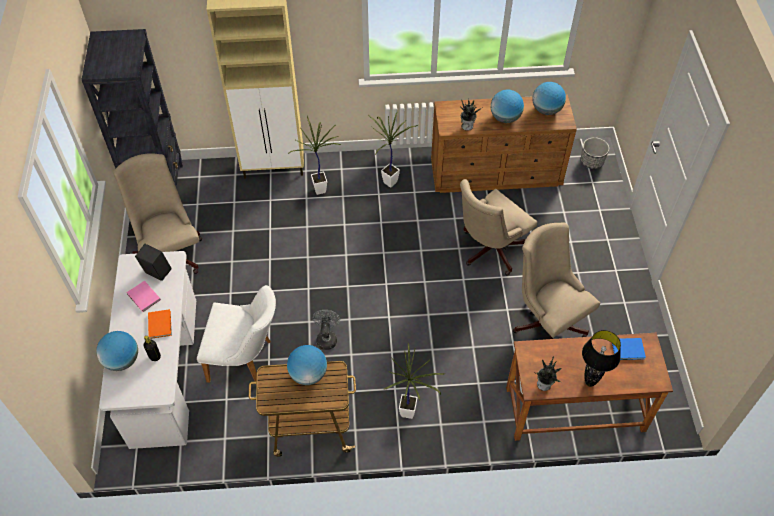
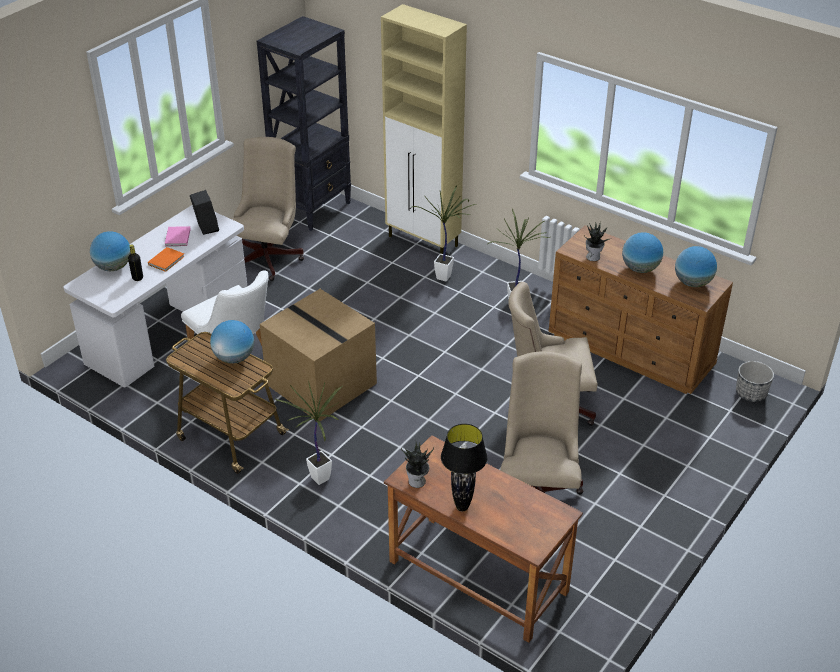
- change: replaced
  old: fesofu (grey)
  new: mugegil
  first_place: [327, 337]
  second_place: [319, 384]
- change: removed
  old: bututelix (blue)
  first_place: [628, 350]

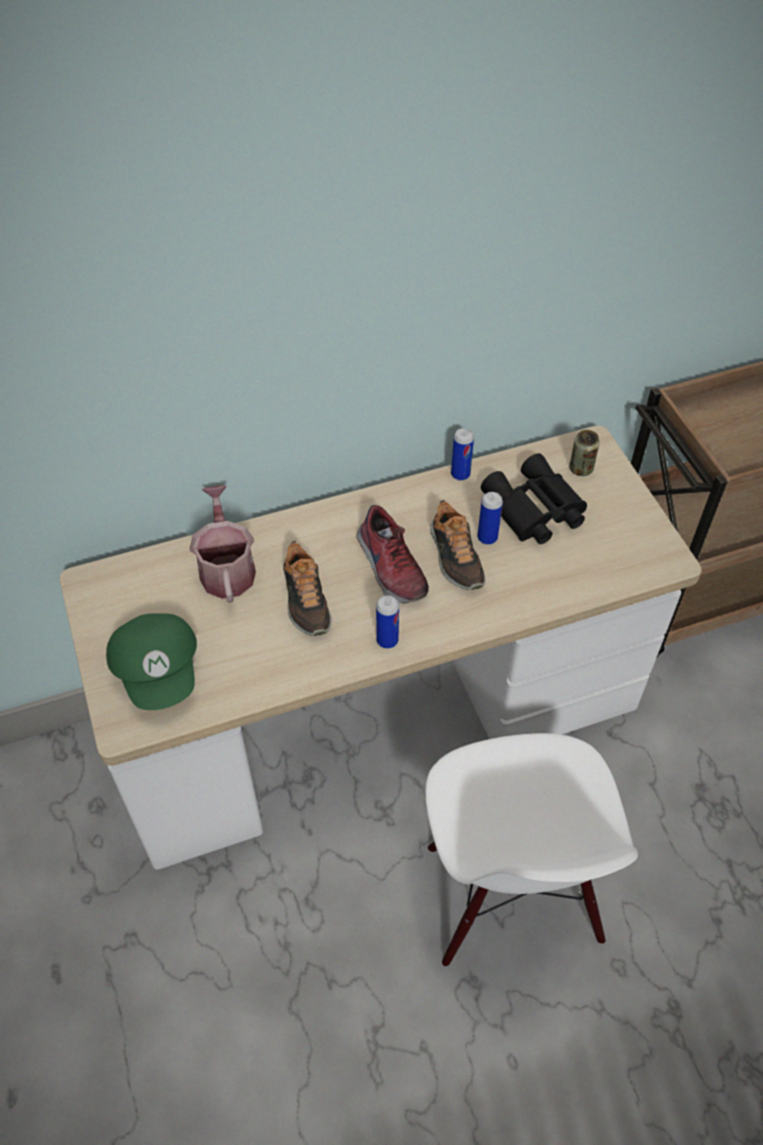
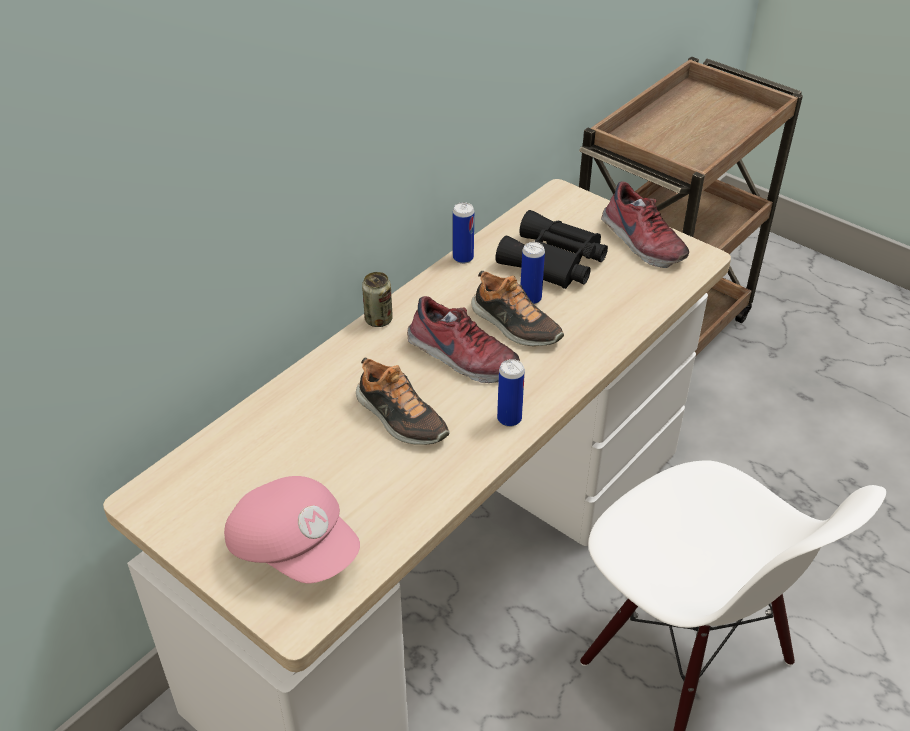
- change: moved
  old: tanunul
  first_place: [581, 469]
  second_place: [378, 320]
- change: removed
  old: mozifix
  first_place: [226, 568]
- change: recoloured
  old: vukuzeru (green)
  new: vukuzeru (pink)
  first_place: [159, 671]
  second_place: [295, 547]
- change: added
  new: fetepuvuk
  second_place: [640, 242]

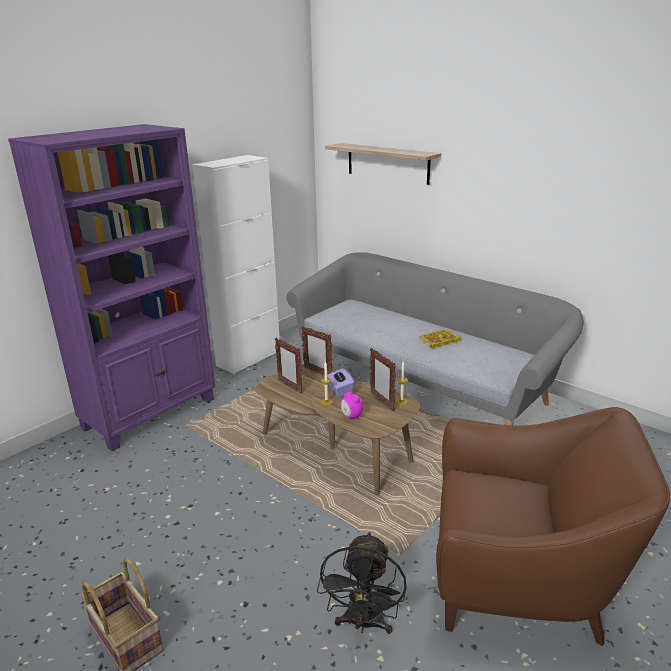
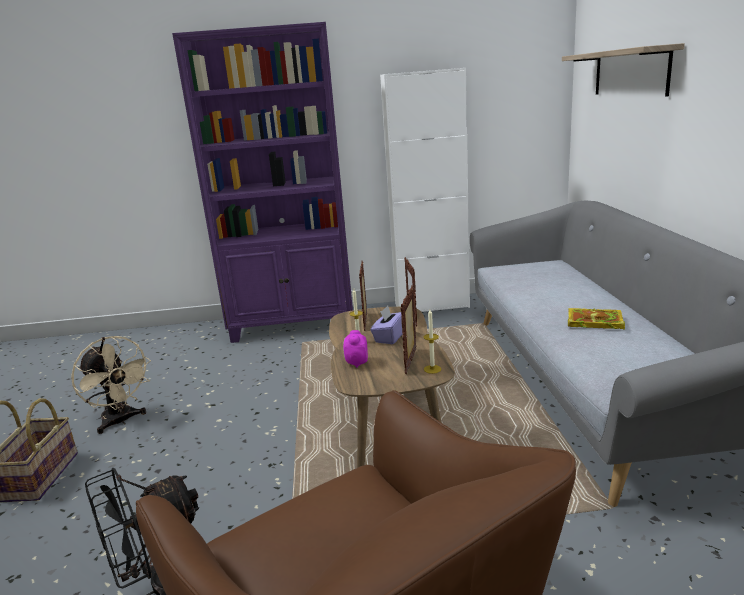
- change: added
  new: fesofu (beige)
  second_place: [121, 421]

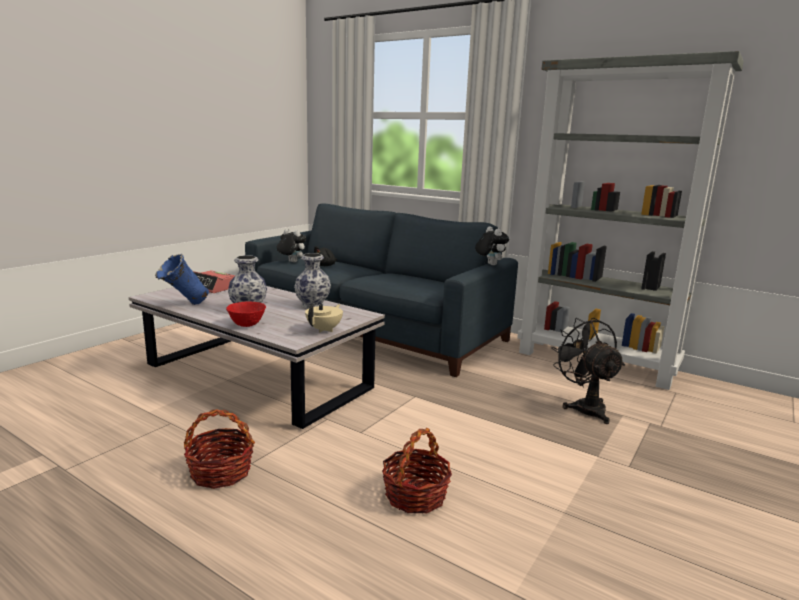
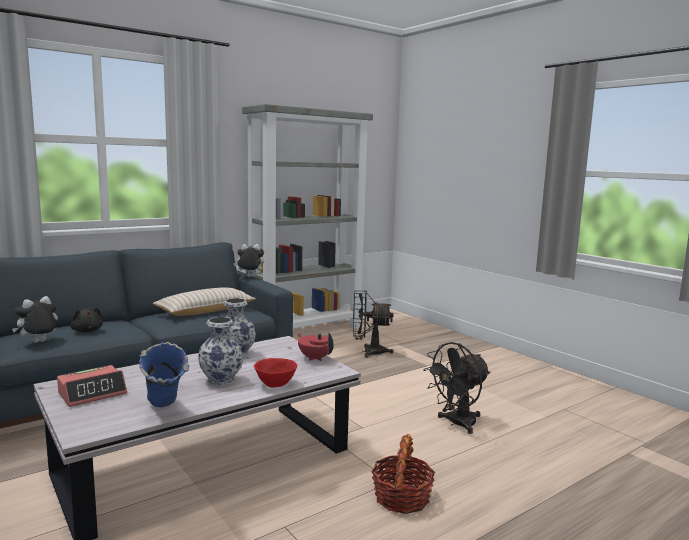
- change: recoloured
  old: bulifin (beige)
  new: bulifin (red)
  first_place: [324, 330]
  second_place: [315, 358]
- change: replaced
  old: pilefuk
  new: fesofu (black)
  first_place: [415, 496]
  second_place: [456, 423]
- change: added
  new: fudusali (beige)
  second_place: [205, 311]

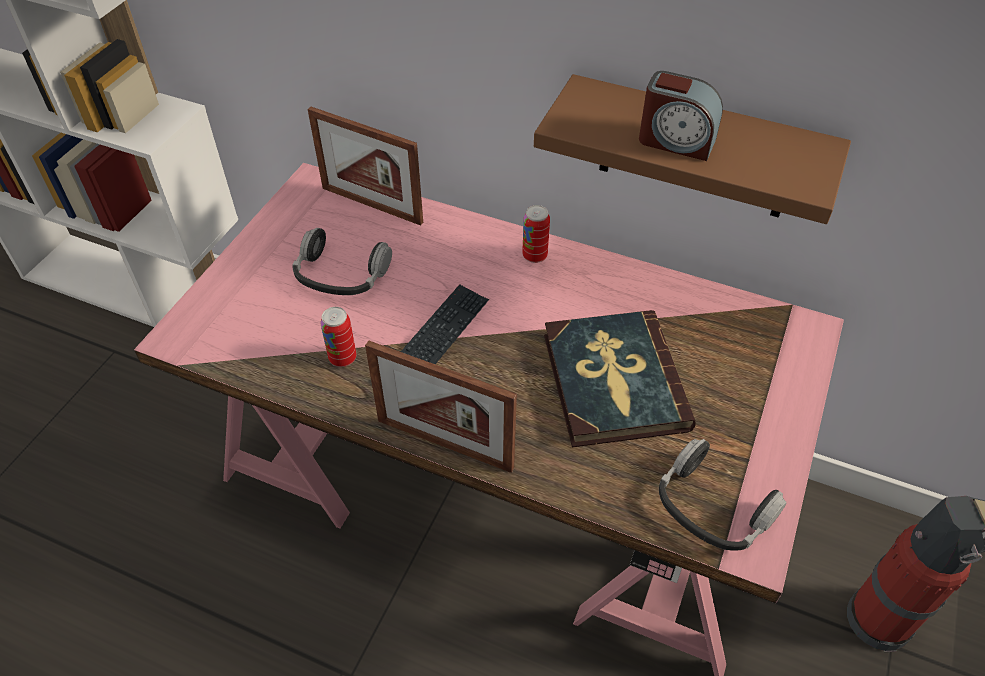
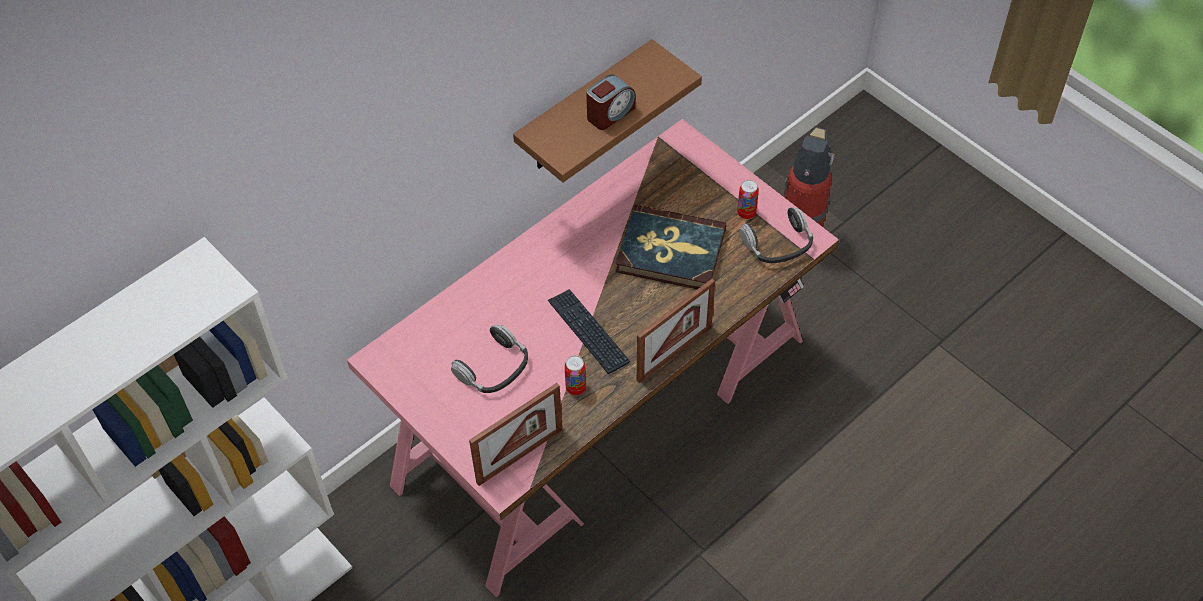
- change: moved
  old: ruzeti
  first_place: [372, 205]
  second_place: [519, 456]
- change: moved
  old: tanunul
  first_place: [534, 256]
  second_place: [746, 213]

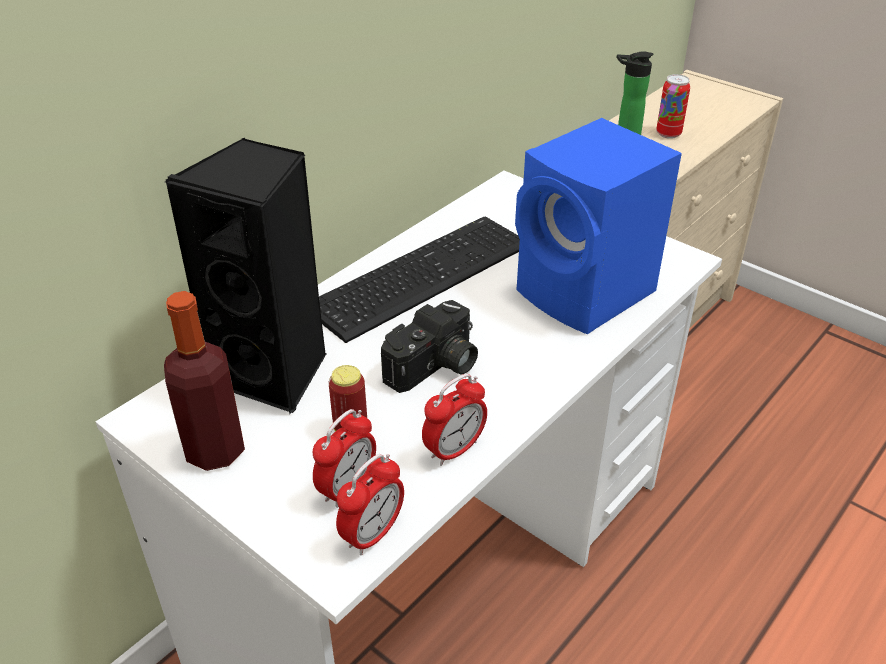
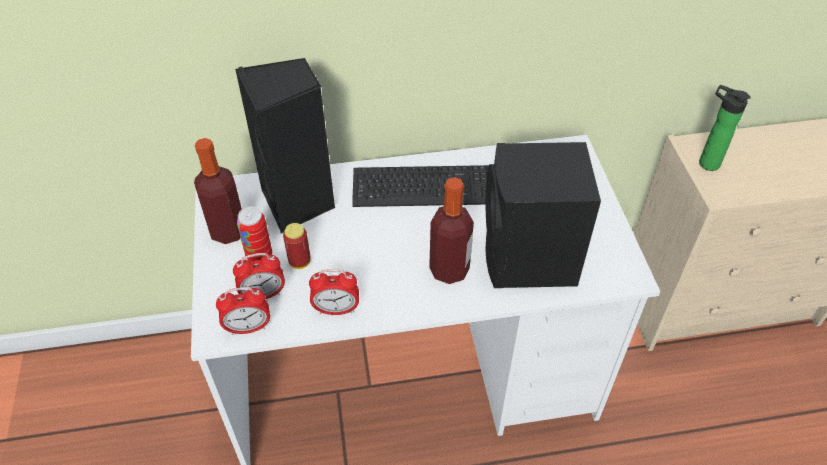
- change: moved
  old: tanunul
  first_place: [668, 134]
  second_place: [259, 256]
- change: recoloured
  old: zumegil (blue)
  new: zumegil (black)
  first_place: [588, 294]
  second_place: [529, 261]
- change: removed
  old: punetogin
  first_place: [435, 368]
- change: added
  new: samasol
  second_place: [449, 270]

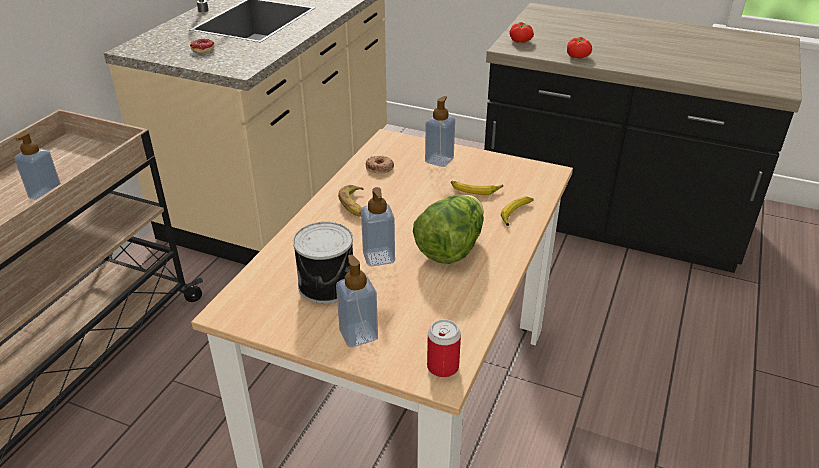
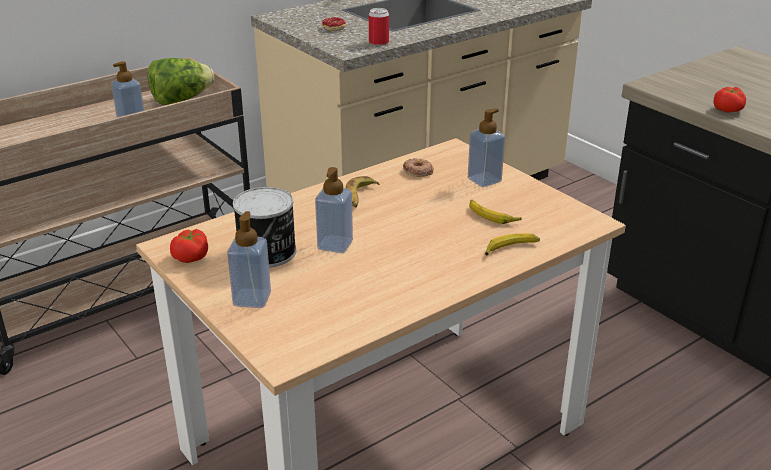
- change: moved
  old: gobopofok
  first_place: [520, 40]
  second_place: [192, 257]
- change: moved
  old: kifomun
  first_place: [451, 248]
  second_place: [181, 100]
- change: moved
  old: tanunul
  first_place: [443, 367]
  second_place: [378, 43]

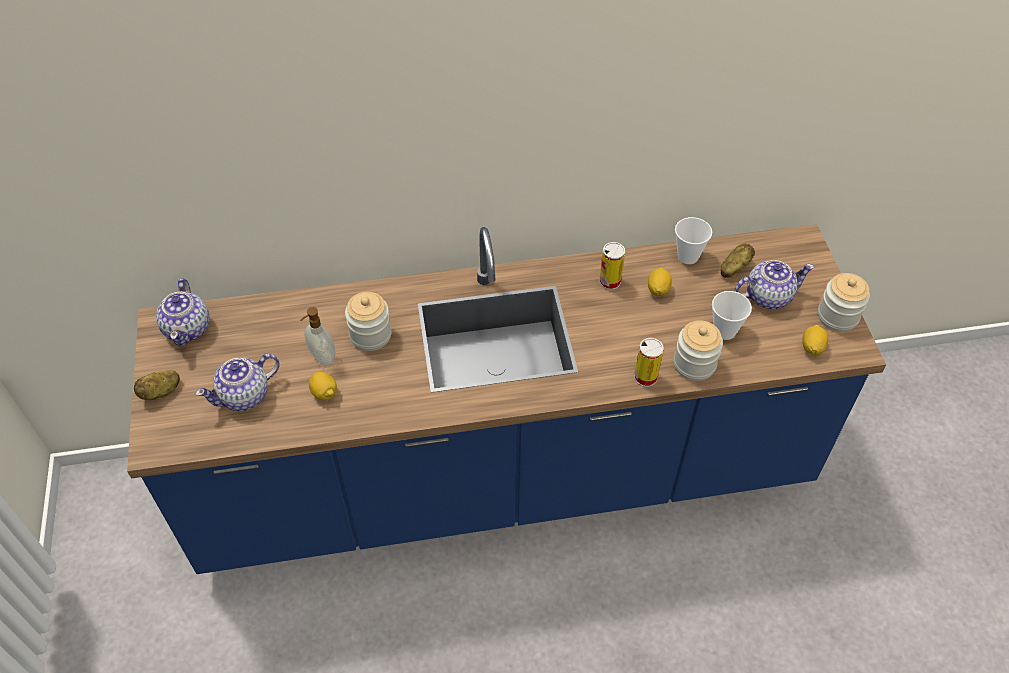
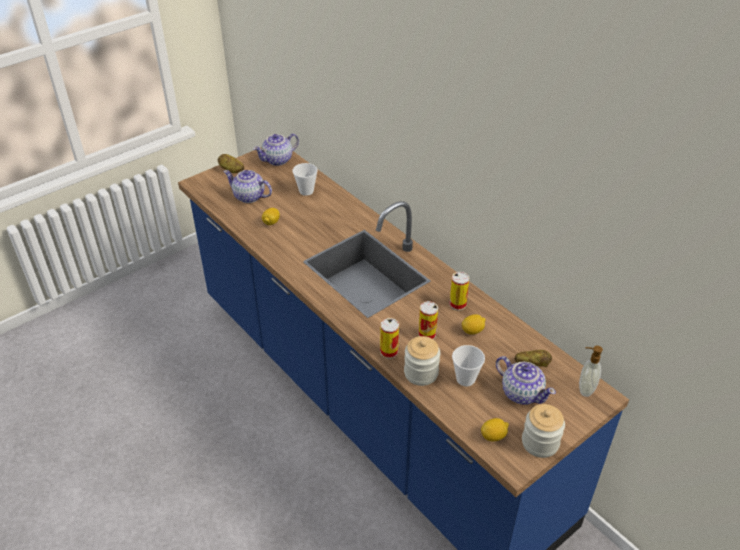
- change: moved
  old: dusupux
  first_place: [688, 256]
  second_place: [306, 191]
- change: removed
  old: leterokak
  first_place: [370, 335]
- change: moved
  old: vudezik
  first_place: [322, 357]
  second_place: [585, 389]
- change: added
  new: tanunul
  second_place: [427, 334]

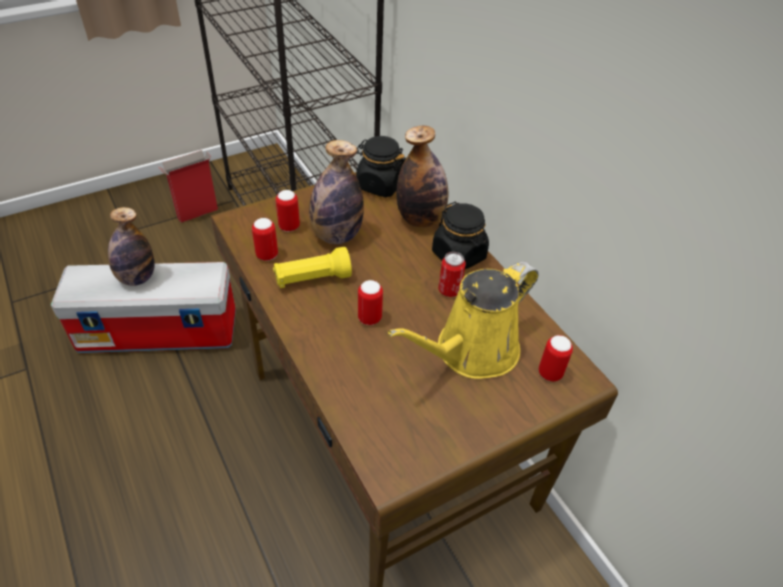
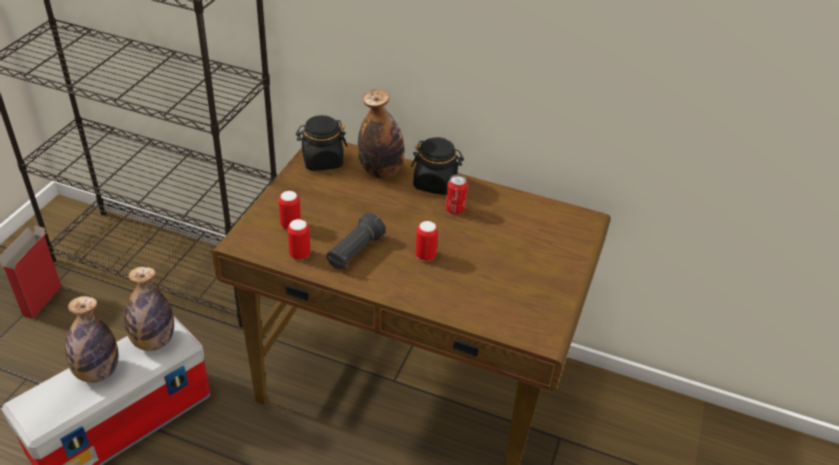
- change: moved
  old: samasol
  first_place: [336, 235]
  second_place: [153, 341]
- change: recoloured
  old: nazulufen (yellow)
  new: nazulufen (black)
  first_place: [312, 279]
  second_place: [354, 252]
- change: removed
  old: mozifix (yellow)
  first_place: [471, 352]
- change: removed
  old: tanunul
  first_place: [550, 373]

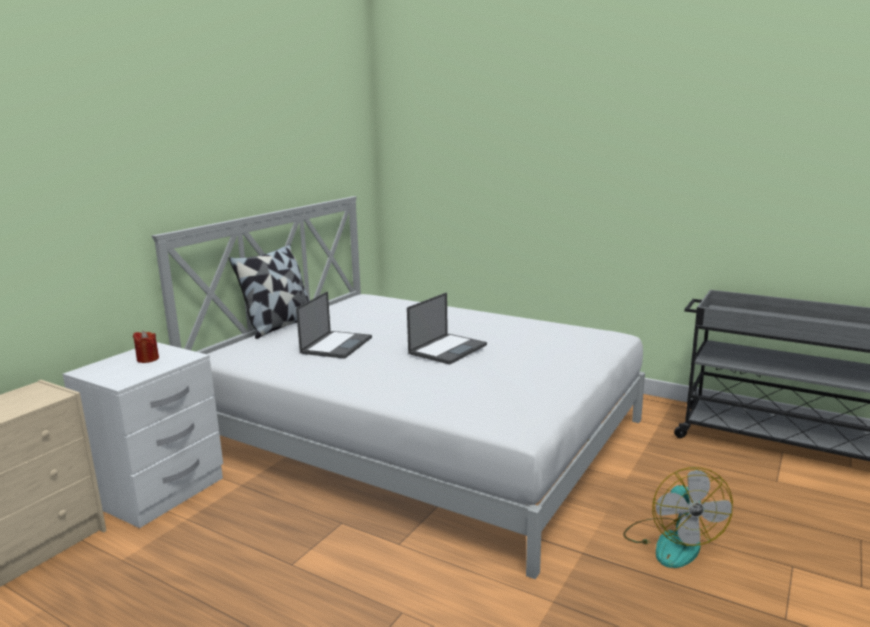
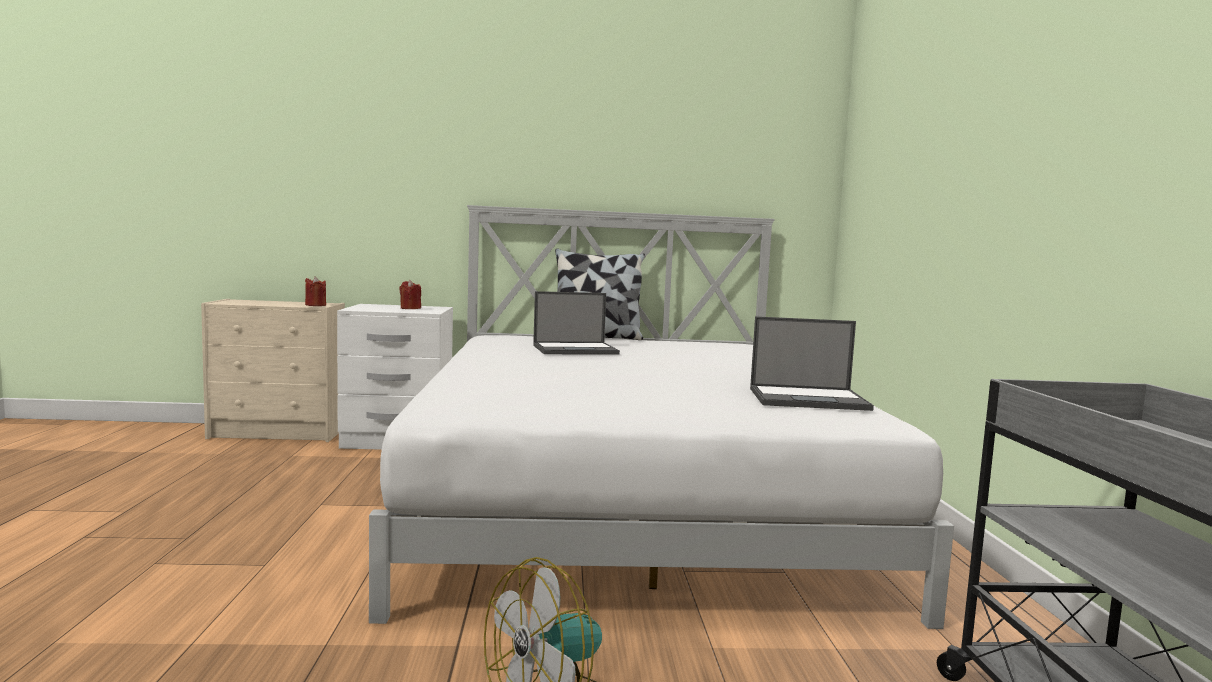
- change: moved
  old: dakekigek
  first_place: [448, 349]
  second_place: [809, 399]
- change: added
  new: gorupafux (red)
  second_place: [315, 305]

